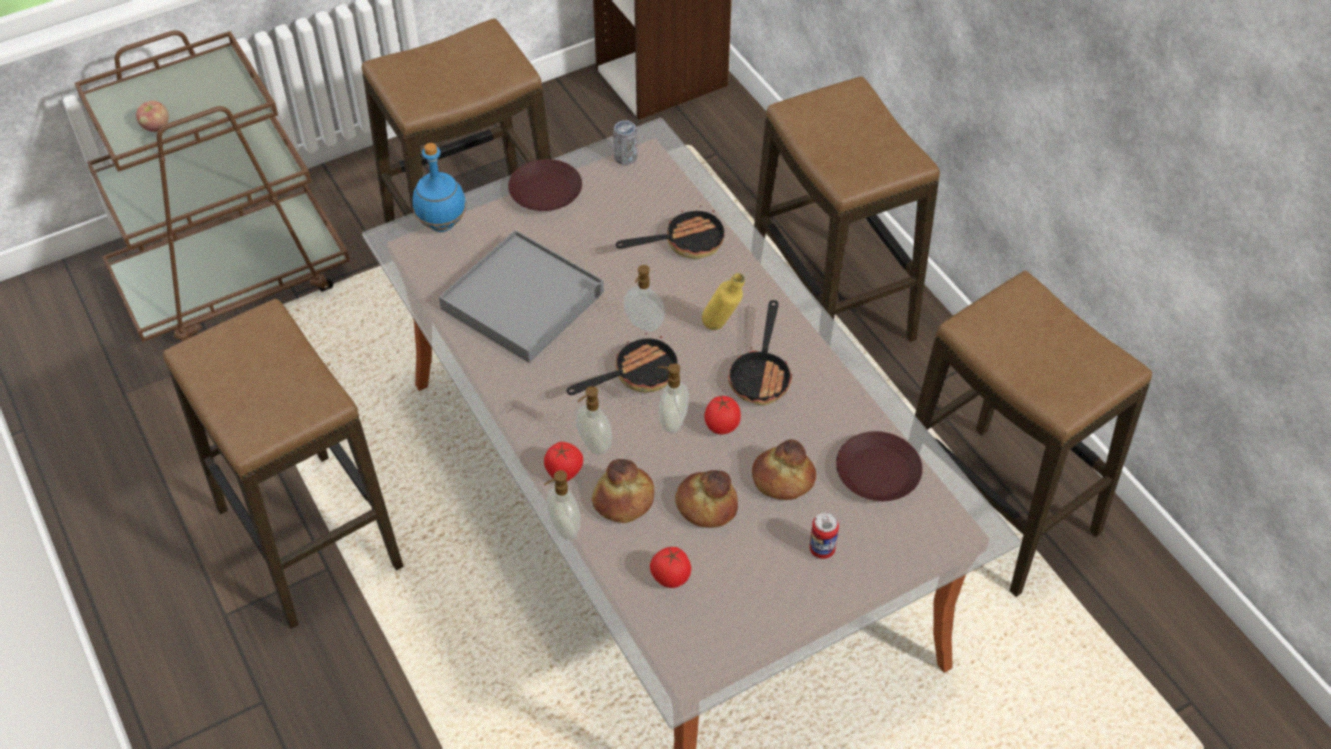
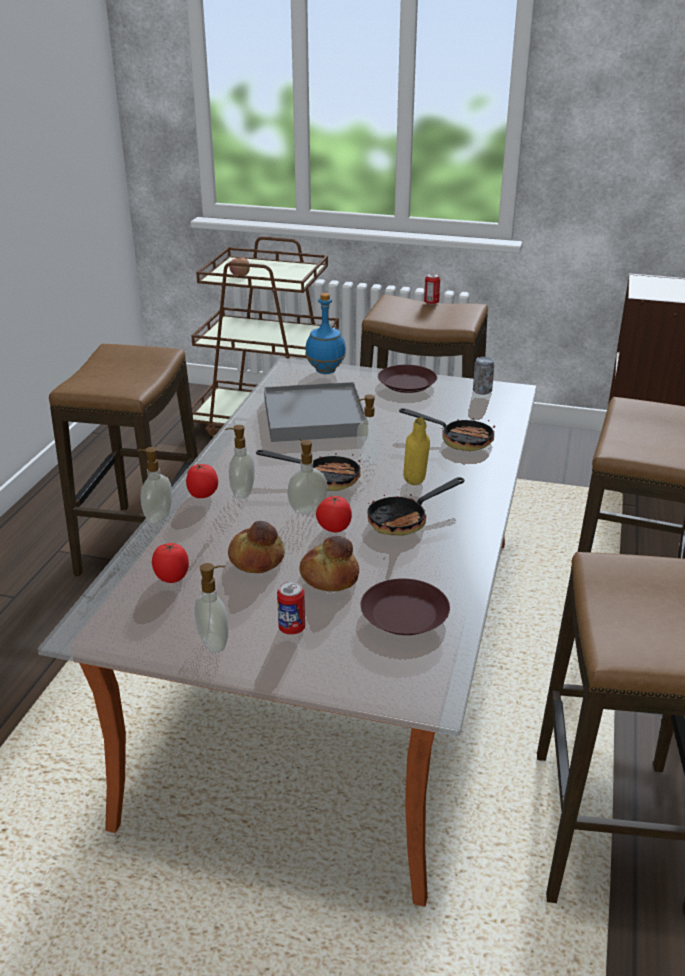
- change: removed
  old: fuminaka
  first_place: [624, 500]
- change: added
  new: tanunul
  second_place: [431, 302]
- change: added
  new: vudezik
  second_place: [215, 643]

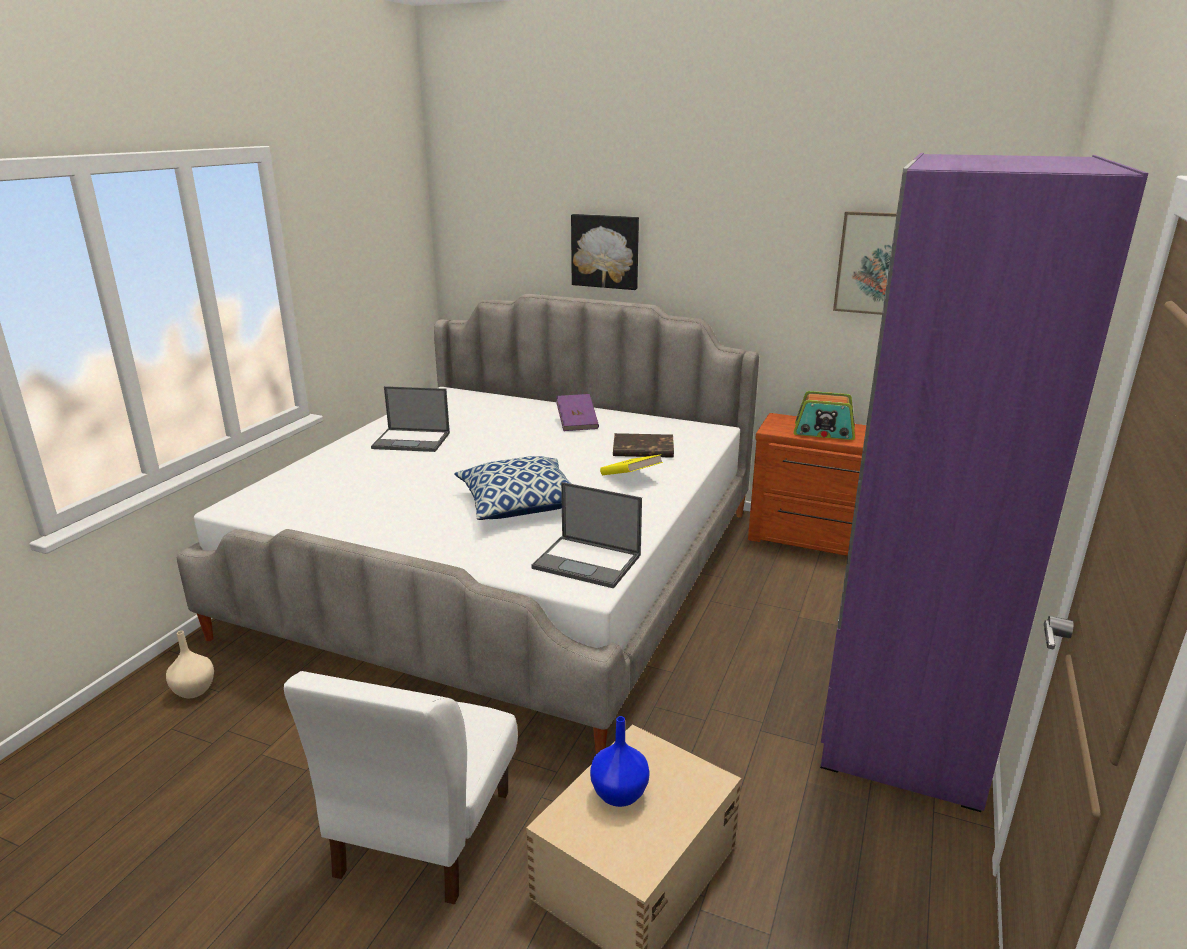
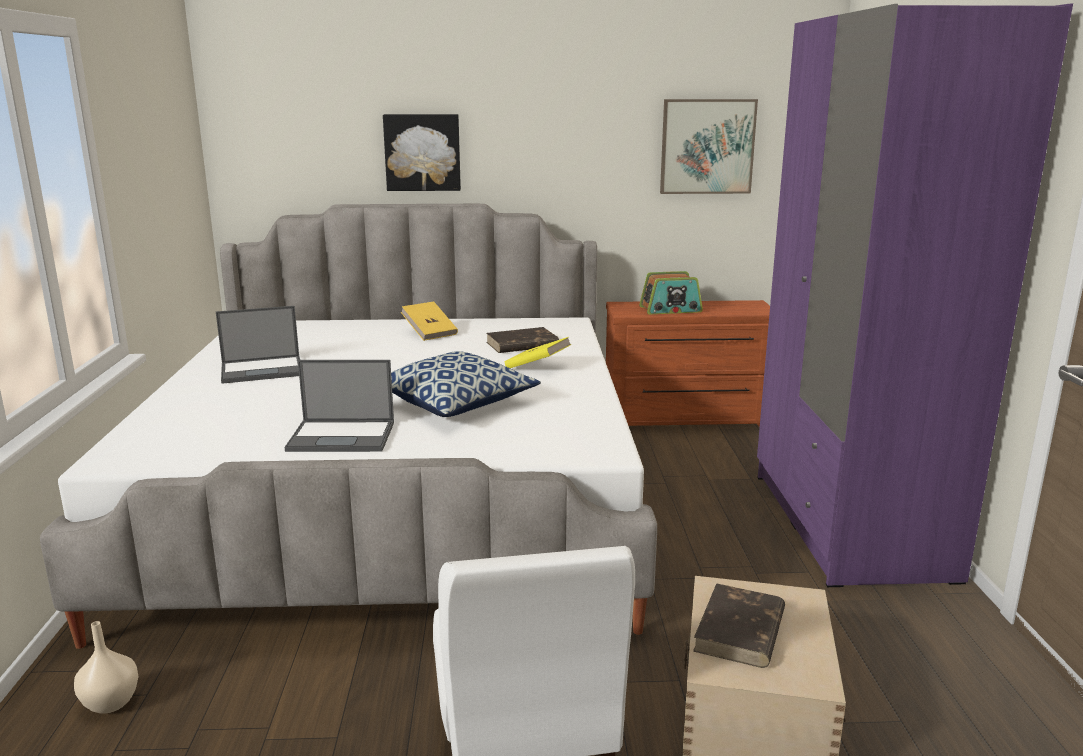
- change: recoloured
  old: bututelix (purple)
  new: bututelix (yellow)
  first_place: [577, 423]
  second_place: [430, 333]
- change: moved
  old: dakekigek
  first_place: [588, 562]
  second_place: [343, 436]
- change: replaced
  old: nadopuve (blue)
  new: bututelix (brown)
  first_place: [618, 794]
  second_place: [740, 631]

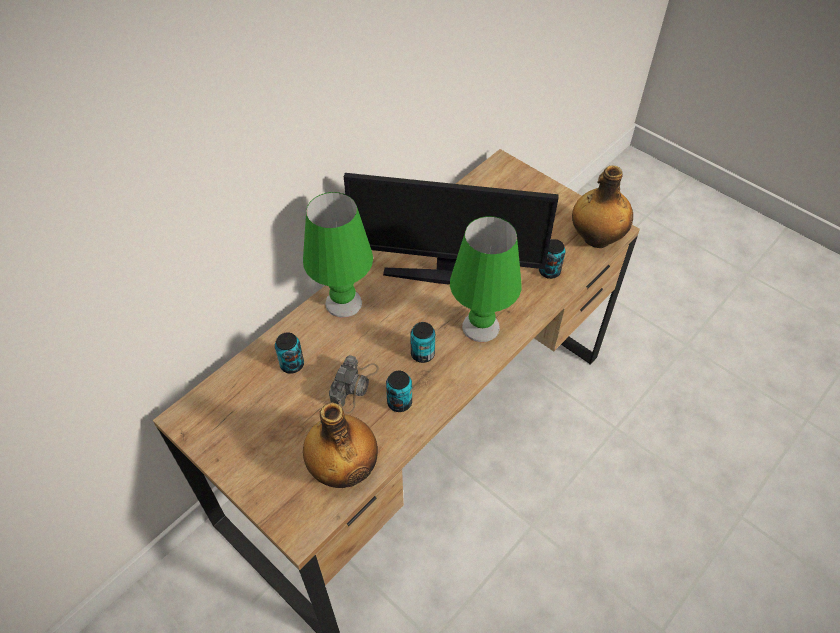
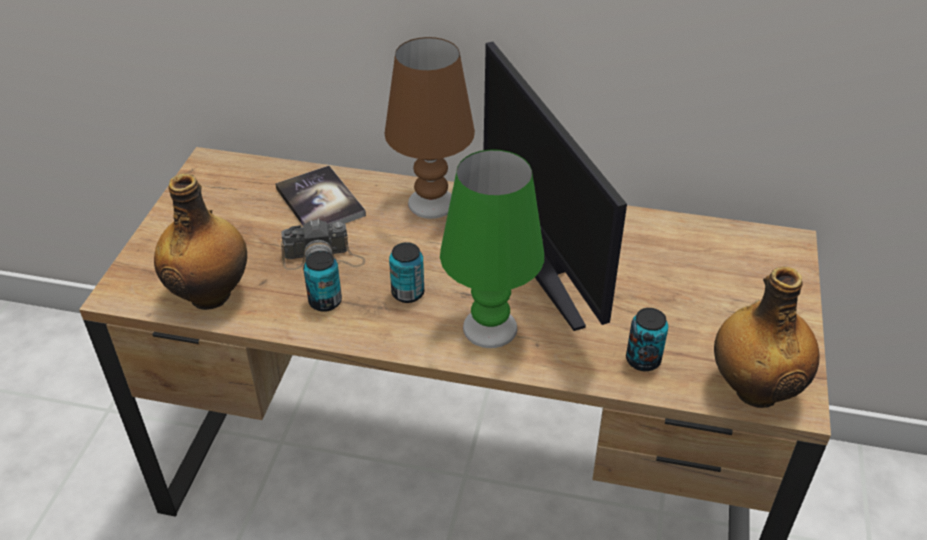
- change: recoloured
  old: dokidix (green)
  new: dokidix (brown)
  first_place: [343, 302]
  second_place: [431, 203]
- change: replaced
  old: tanunul
  new: bututelix
  first_place: [292, 364]
  second_place: [320, 202]

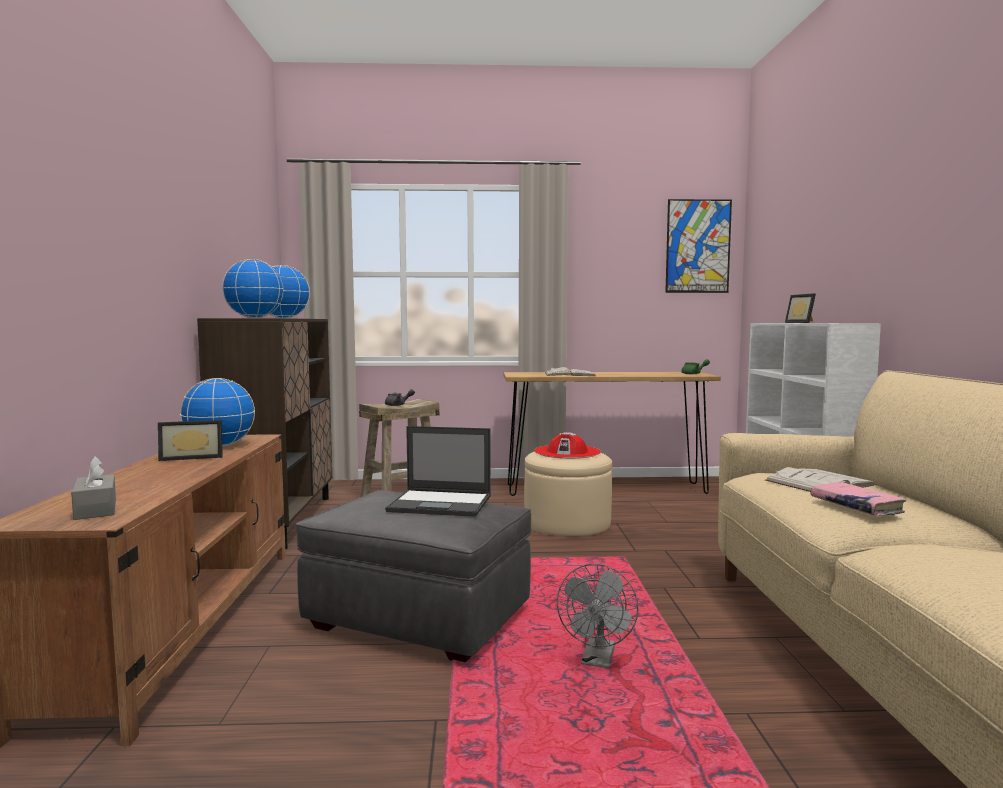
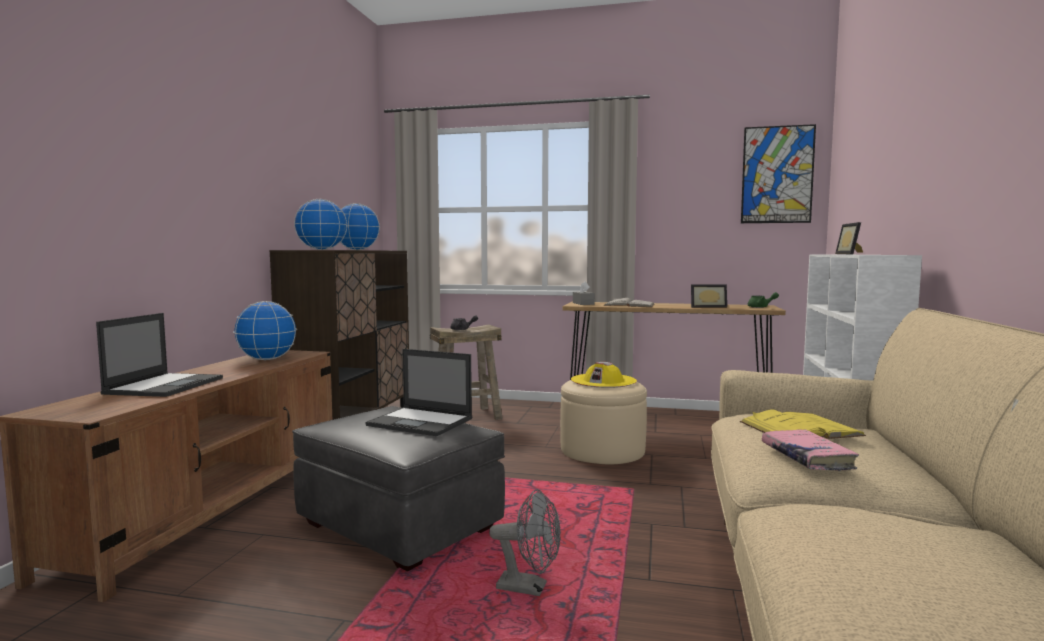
- change: moved
  old: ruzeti
  first_place: [192, 457]
  second_place: [707, 307]
- change: recoloured
  old: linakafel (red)
  new: linakafel (yellow)
  first_place: [567, 452]
  second_place: [603, 381]
- change: moved
  old: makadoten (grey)
  first_place: [95, 509]
  second_place: [583, 303]
- change: recoloured
  old: bututelix (white)
  new: bututelix (yellow)
  first_place: [820, 482]
  second_place: [800, 428]
- change: turned
  old: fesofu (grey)
  first_place: [598, 661]
  second_place: [529, 588]
  degrees: -105
- change: added
  new: dakekigek
  second_place: [165, 385]

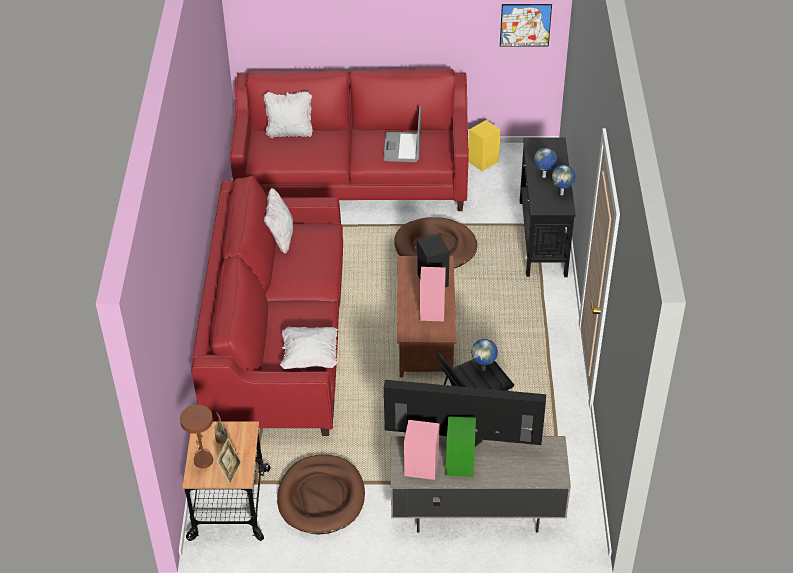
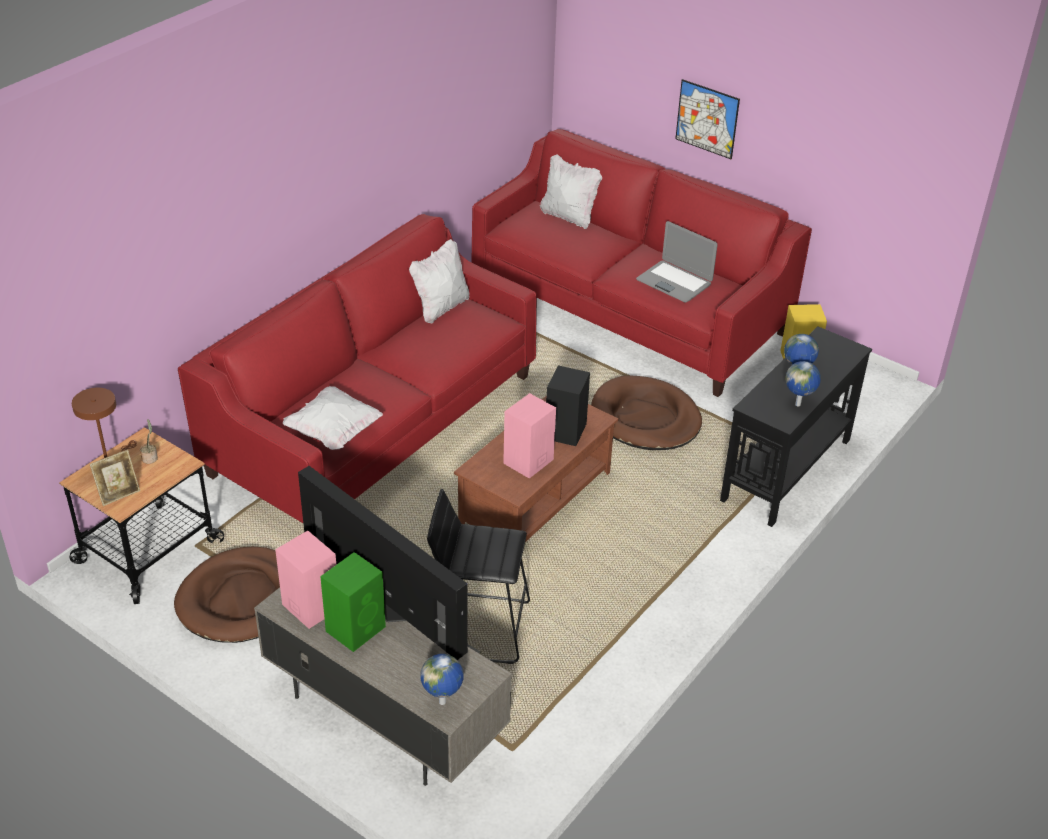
- change: moved
  old: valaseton
  first_place: [525, 25]
  second_place: [707, 119]
- change: turned
  old: dakekigek
  first_place: [403, 147]
  second_place: [674, 282]
  degrees: -90
- change: moved
  old: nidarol
  first_place: [484, 369]
  second_place: [443, 702]

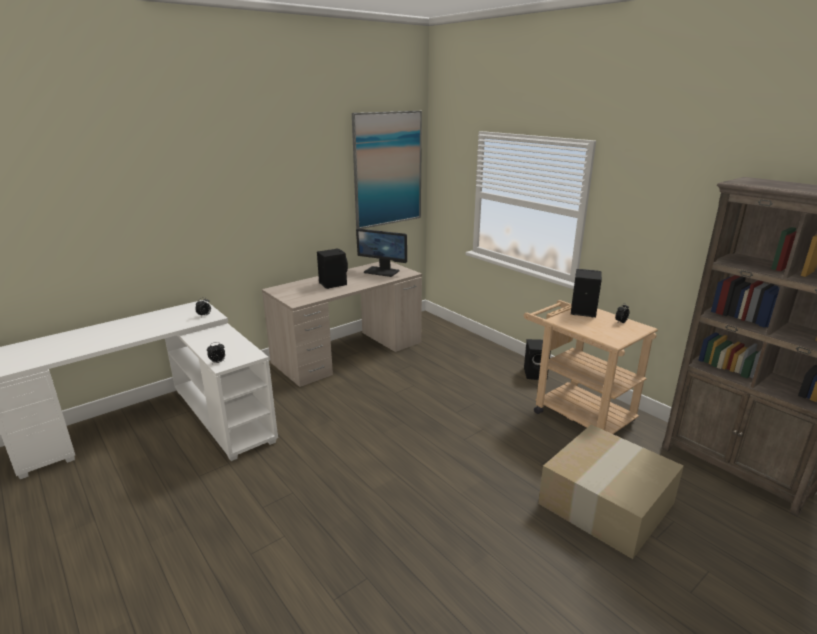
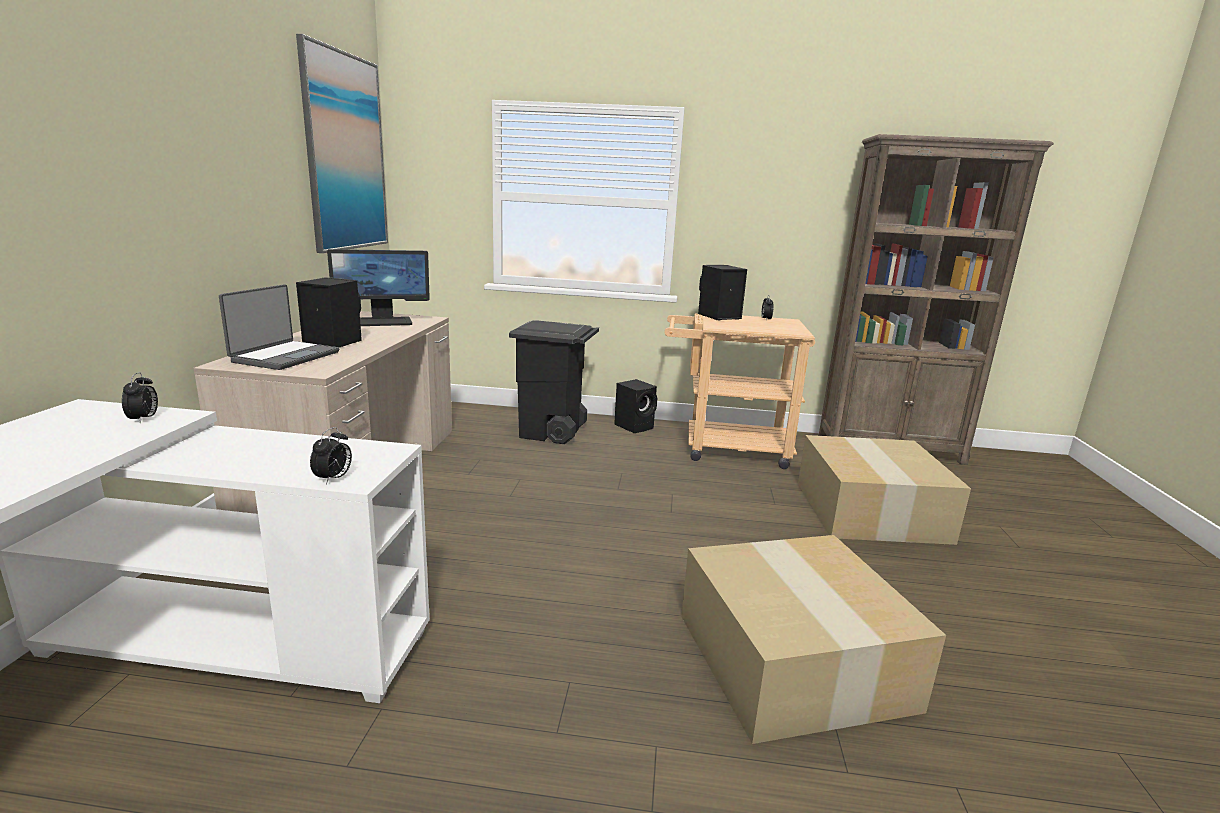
- change: added
  new: dakekigek
  second_place: [284, 357]
- change: added
  new: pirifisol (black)
  second_place: [553, 433]
- change: added
  new: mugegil
  second_place: [796, 662]

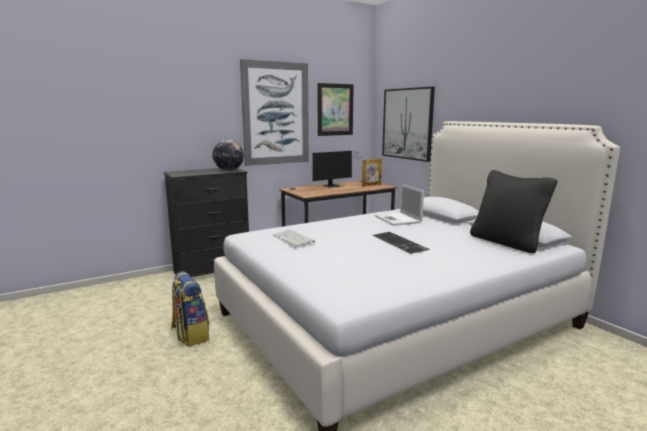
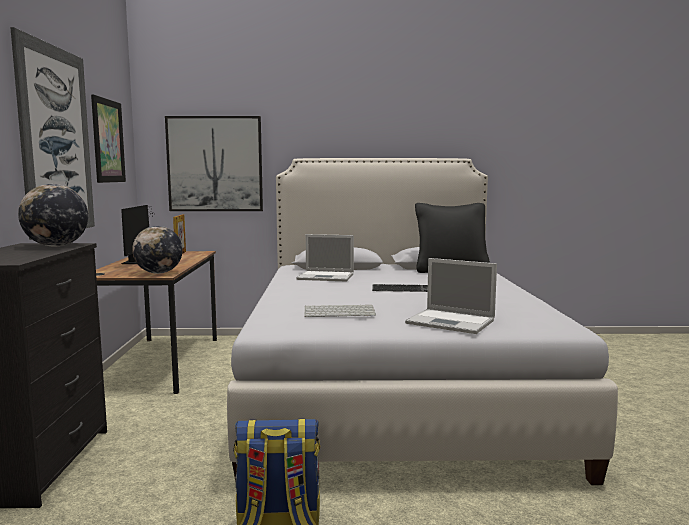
- change: added
  new: nidarol
  second_place: [159, 273]
- change: added
  new: dakekigek
  second_place: [452, 322]

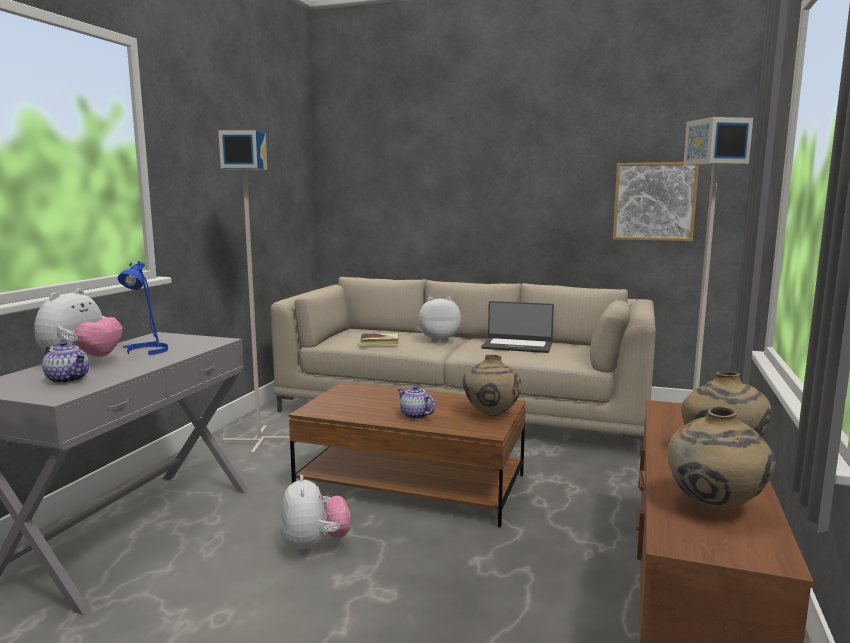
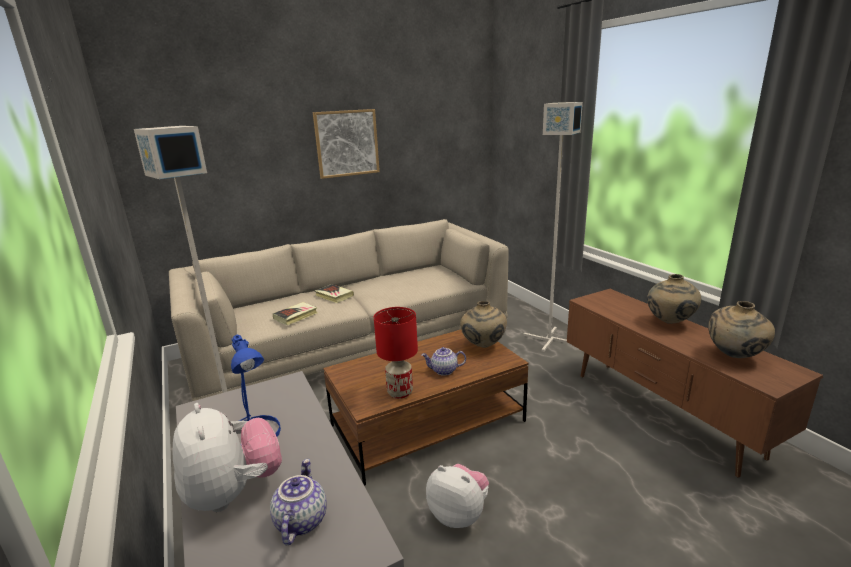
- change: moved
  old: valaseton
  first_place: [654, 201]
  second_place: [346, 143]
- change: replaced
  old: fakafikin
  new: bututelix
  first_place: [439, 340]
  second_place: [334, 296]
- change: removed
  old: dakekigek
  first_place: [517, 346]
- change: turned
  old: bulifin
  first_place: [69, 379]
  second_place: [300, 521]
  degrees: -75
- change: added
  new: dokidix (red)
  second_place: [400, 392]

